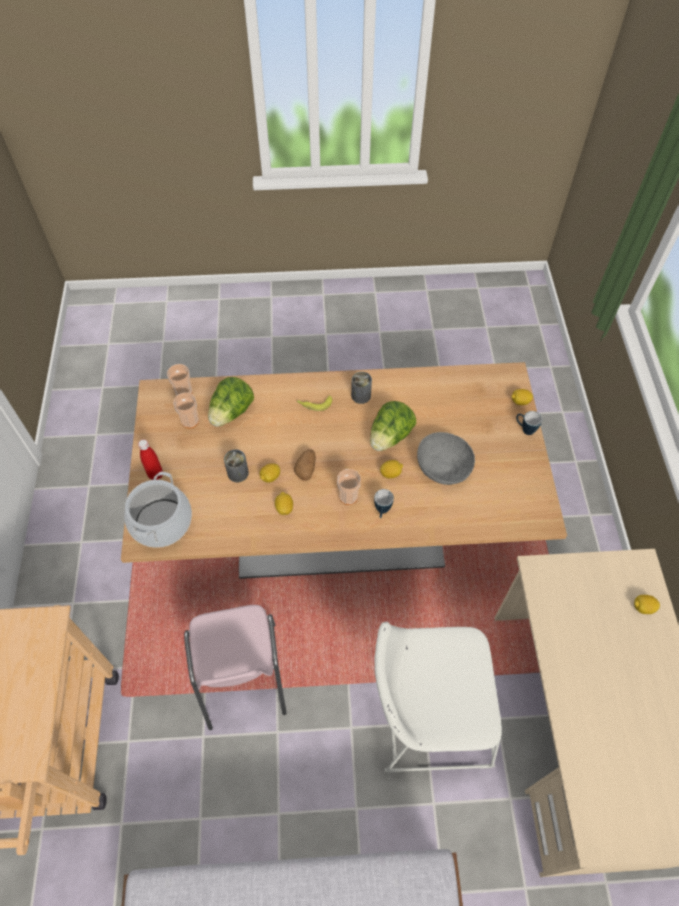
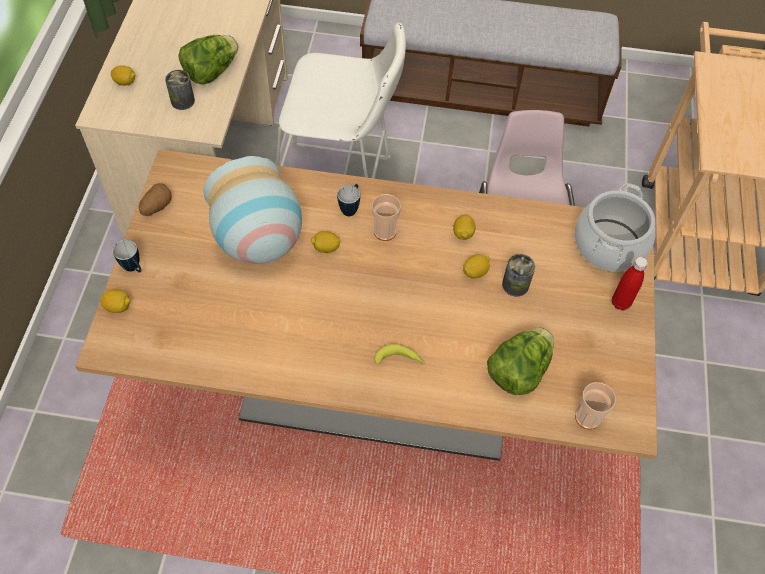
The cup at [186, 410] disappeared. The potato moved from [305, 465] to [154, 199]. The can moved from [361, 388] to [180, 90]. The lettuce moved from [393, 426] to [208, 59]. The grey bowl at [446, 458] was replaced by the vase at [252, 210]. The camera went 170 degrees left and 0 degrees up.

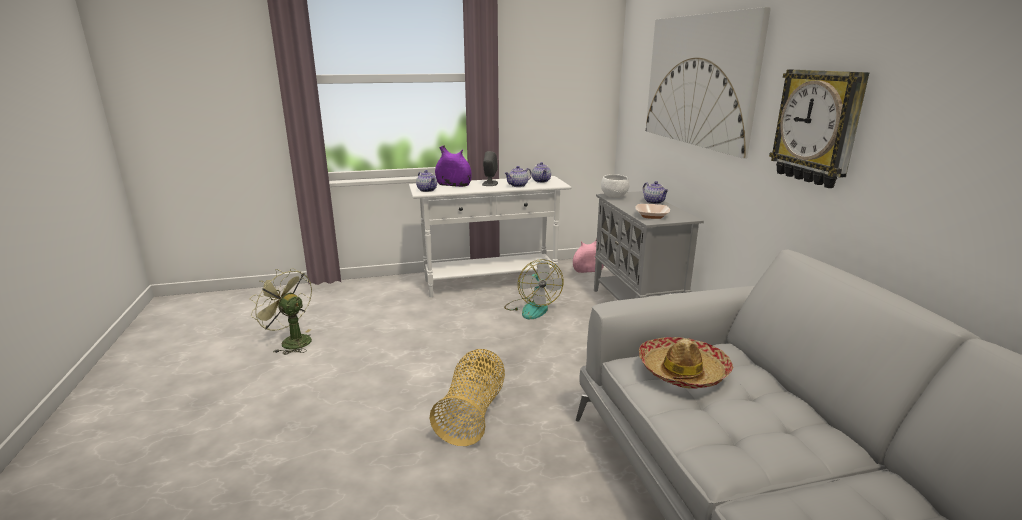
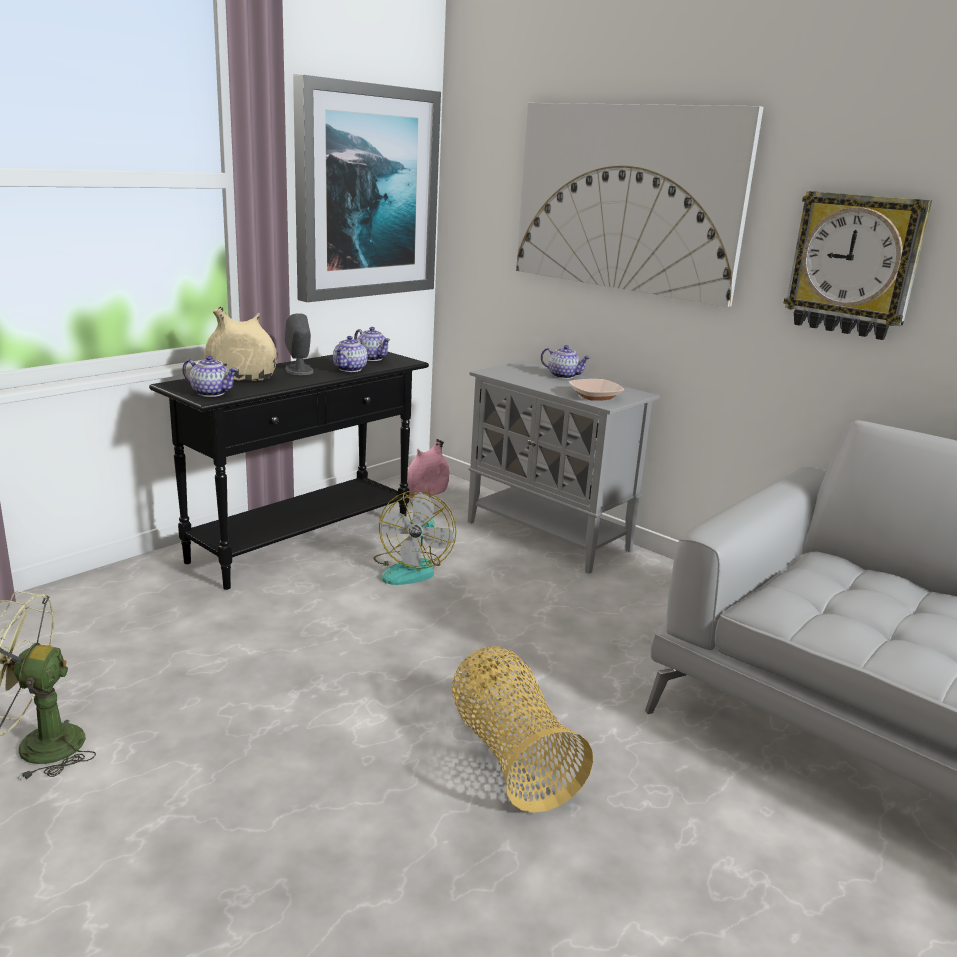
The white bowl at [615, 186] disappeared. The hat at [686, 363] disappeared. The picture at [367, 188] appeared. The white console table at [490, 236] became the black console table at [289, 471]. The purple vase at [453, 166] became the beige vase at [240, 344]. The fan at [533, 289] turned 60 degrees clockwise. The camera went 35 degrees left and 0 degrees up.

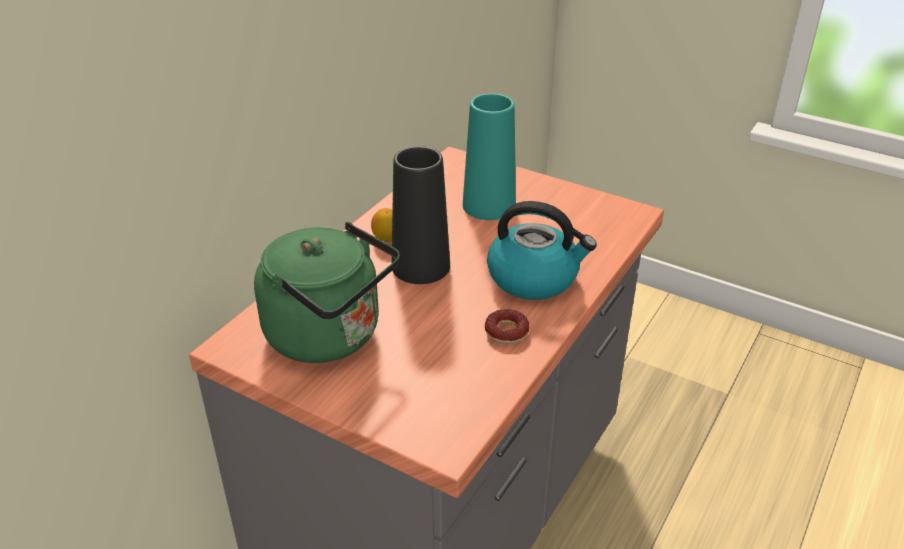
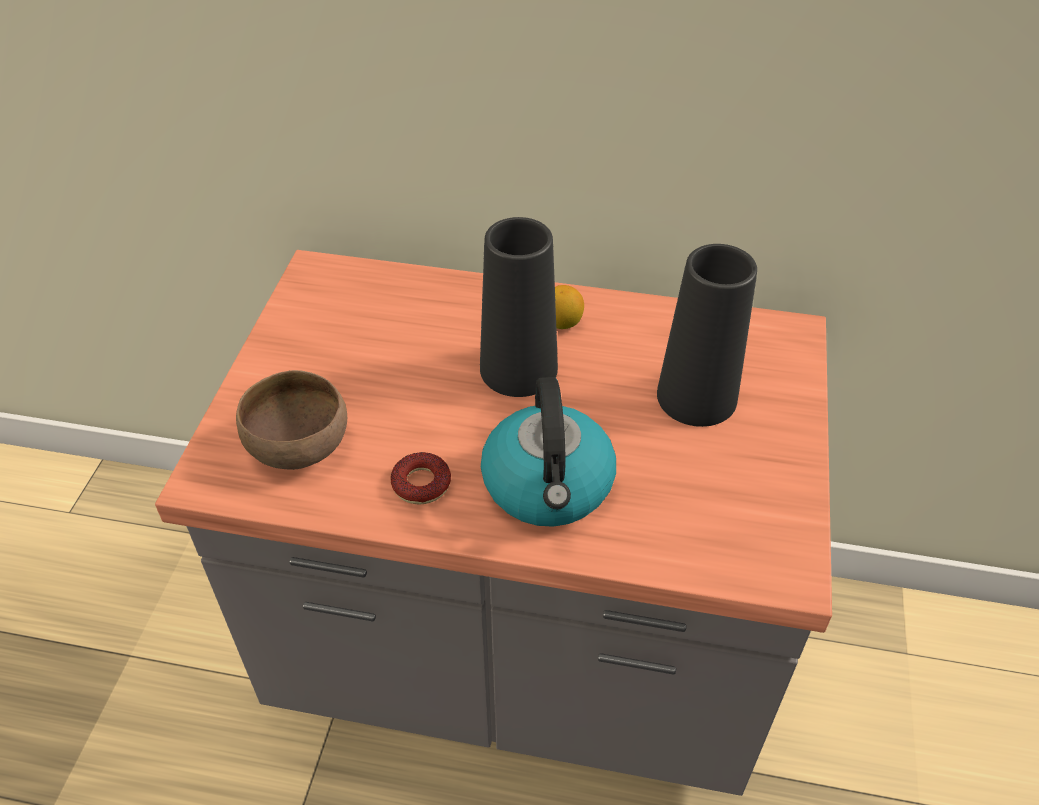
The green kettle at [327, 292] disappeared. The brown bowl at [291, 420] appeared. The turquoise vase at [489, 157] became the black vase at [707, 335]. The camera went 70 degrees right and 10 degrees up.

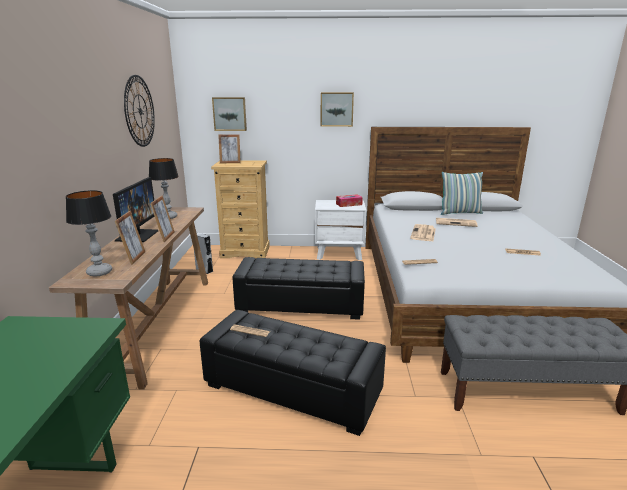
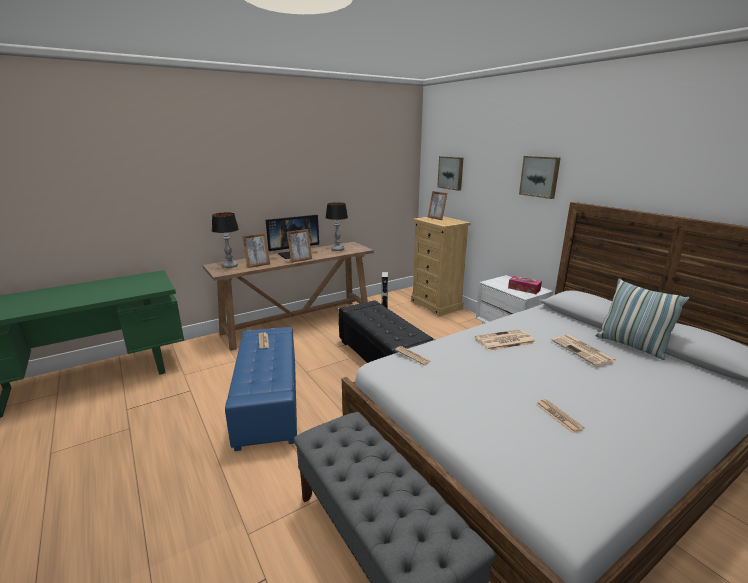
The wall clock at [139, 111] disappeared. The black ottoman at [293, 373] became the blue ottoman at [261, 389]. The camera went 55 degrees right and 0 degrees up.

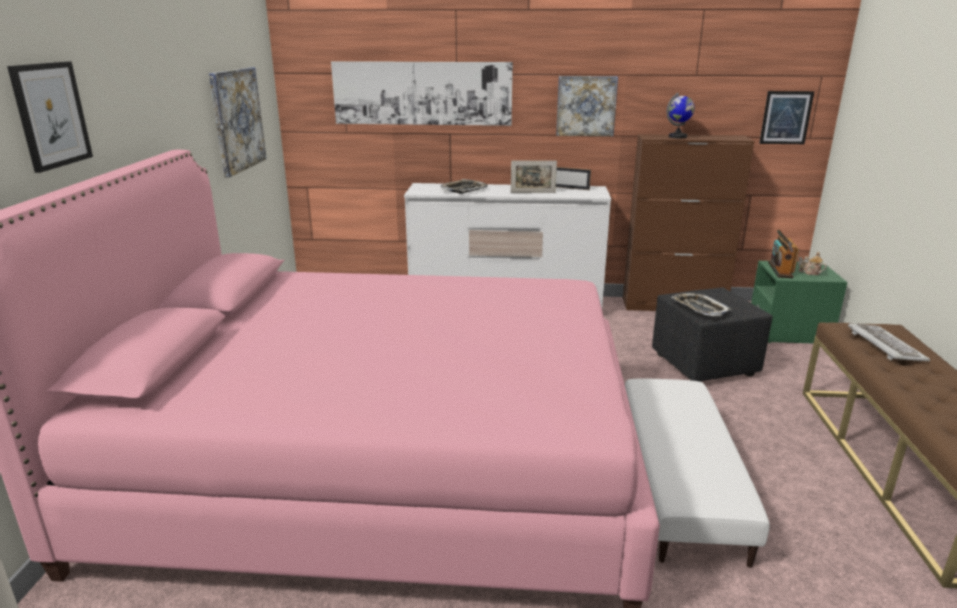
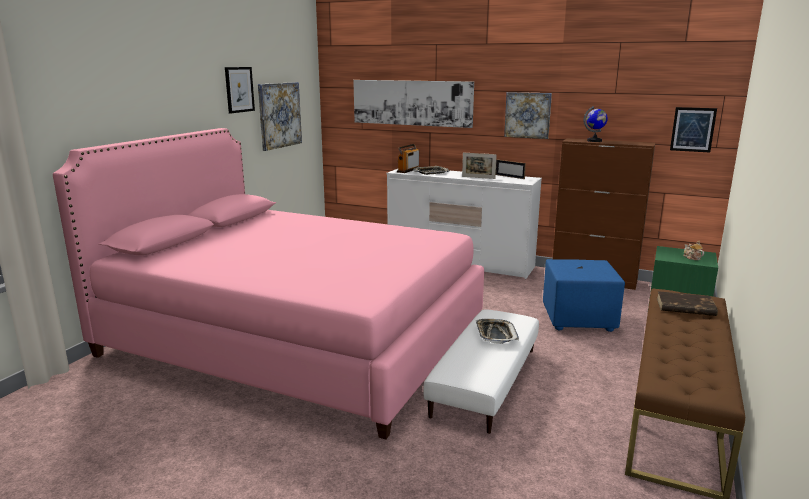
The picture moved from [50, 117] to [240, 90]. The tray moved from [701, 304] to [497, 331]. The radio moved from [783, 254] to [408, 158]. The keyboard at [889, 342] was replaced by the brown book at [687, 303]. The black ottoman at [712, 334] became the blue ottoman at [584, 295]. The camera went 20 degrees right and 5 degrees down.

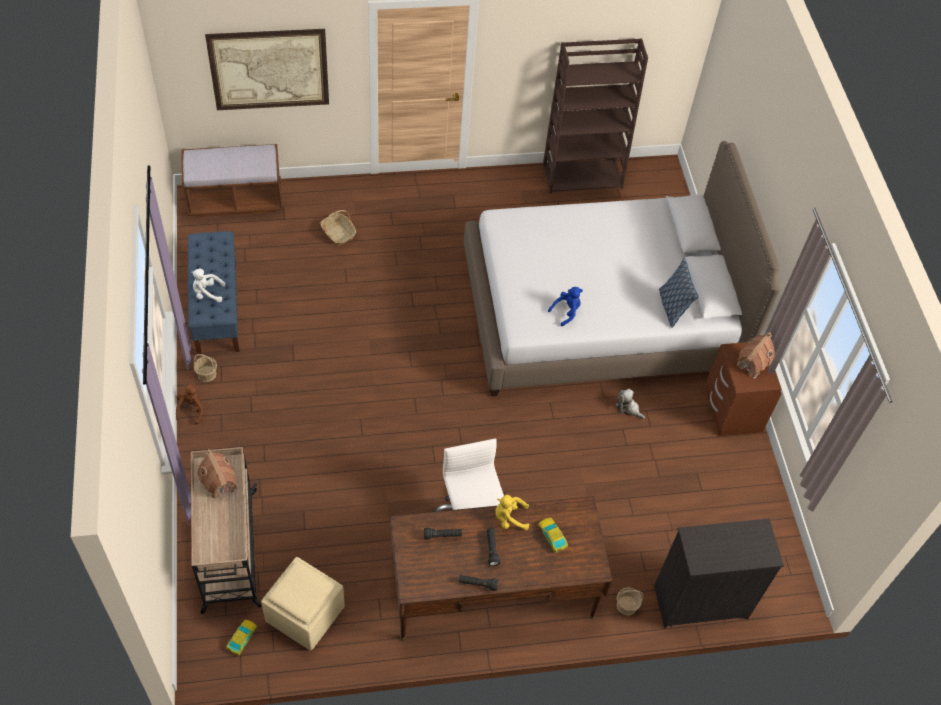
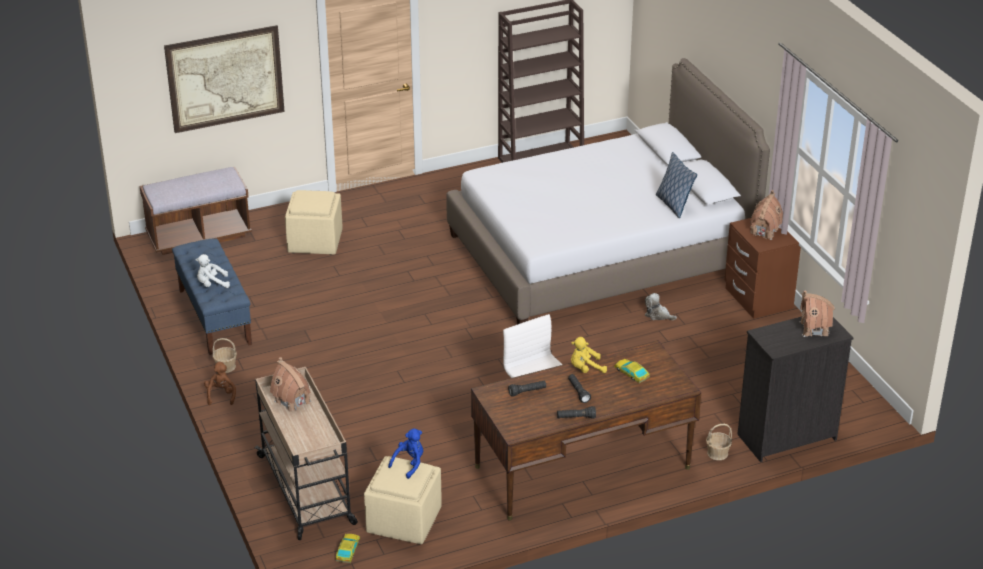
The toy house at [817, 314] appeared. The blue plush toy moved from [565, 306] to [405, 454]. The basket at [338, 228] was replaced by the beige ottoman at [314, 222]. The camera went 10 degrees left and 20 degrees down.

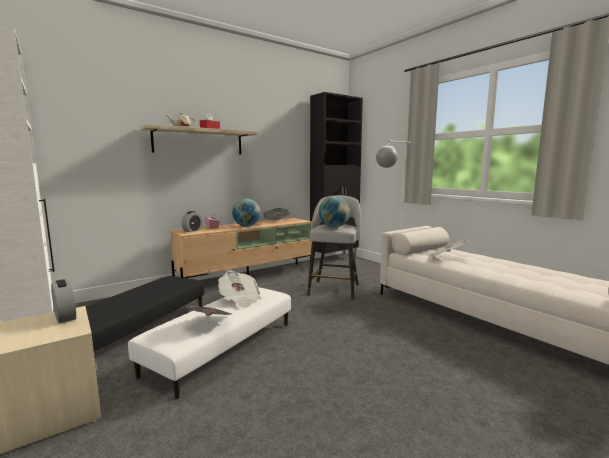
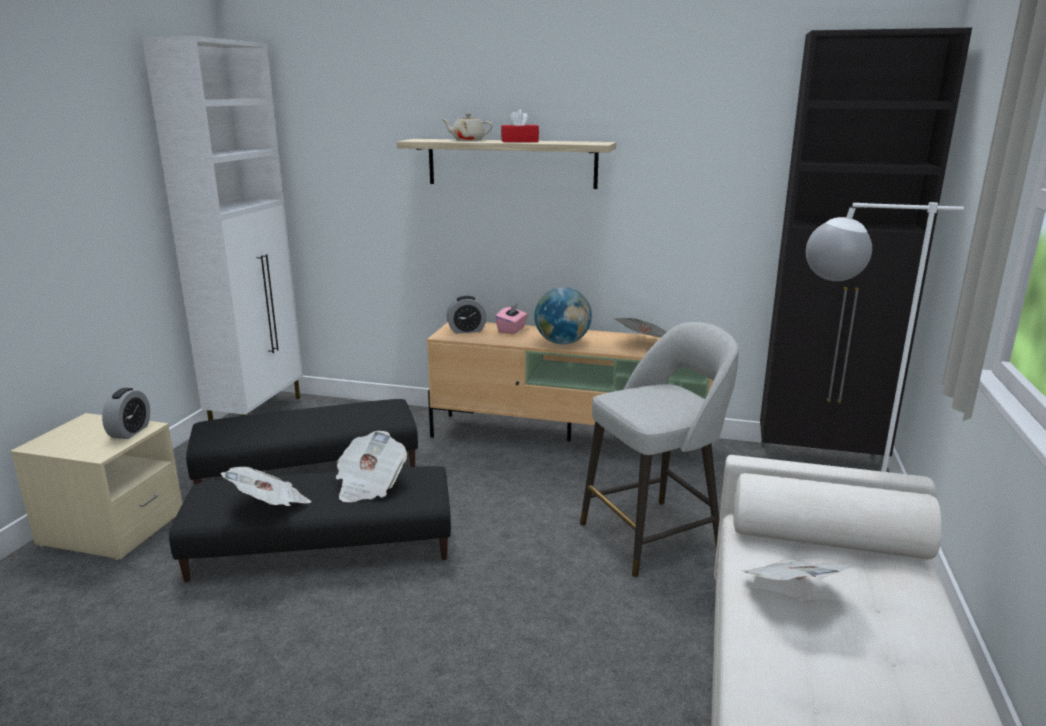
The globe at [334, 212] disappeared. The white ottoman at [209, 343] became the black ottoman at [310, 524]. The camera went 50 degrees right and 10 degrees up.

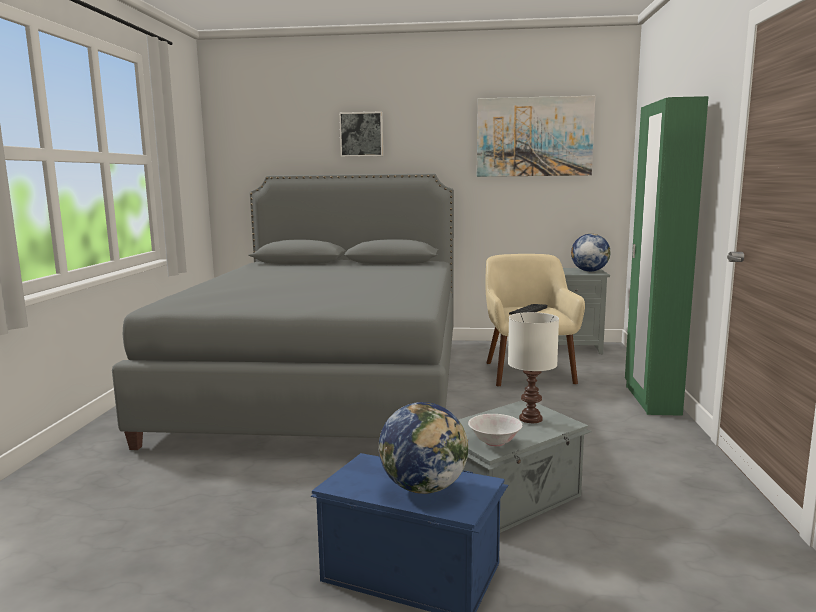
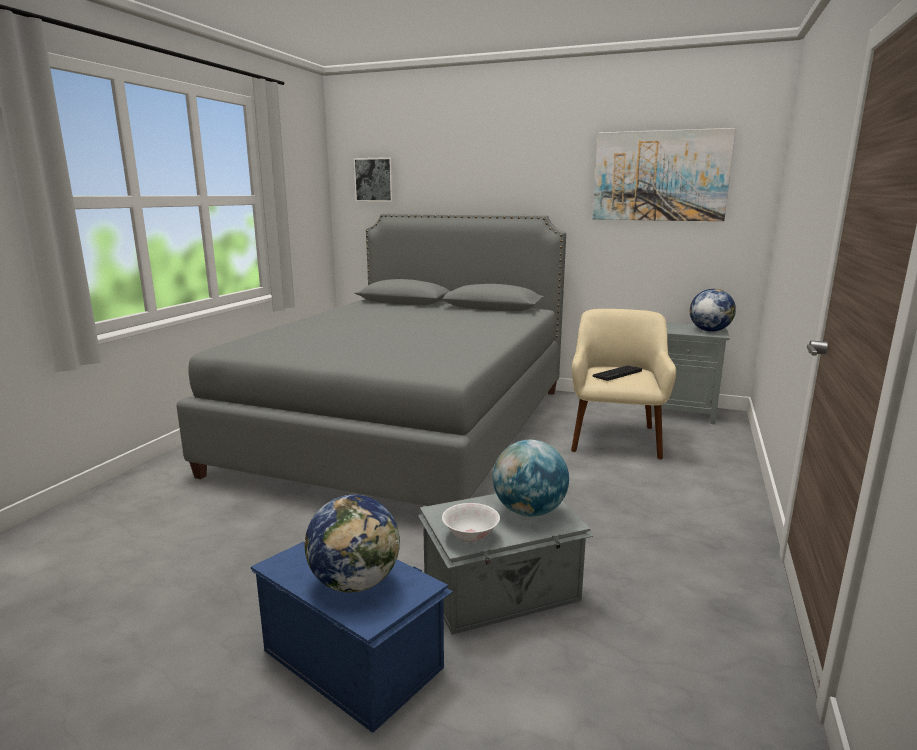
The green wardrobe at [667, 256] disappeared. The picture moved from [361, 134] to [373, 179]. The white table lamp at [533, 367] was replaced by the globe at [531, 478]. The camera went 15 degrees right and 5 degrees up.

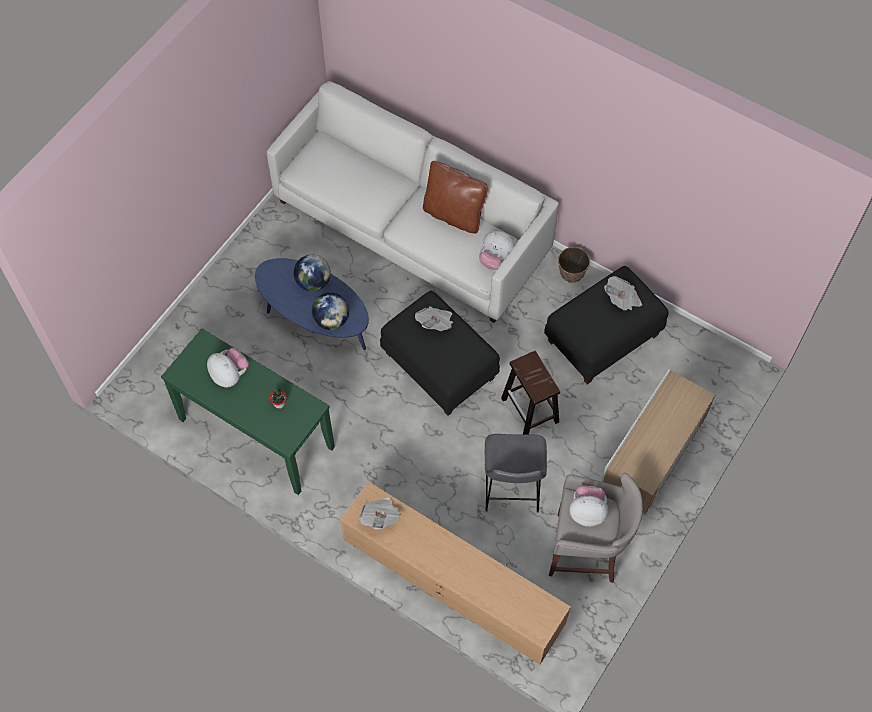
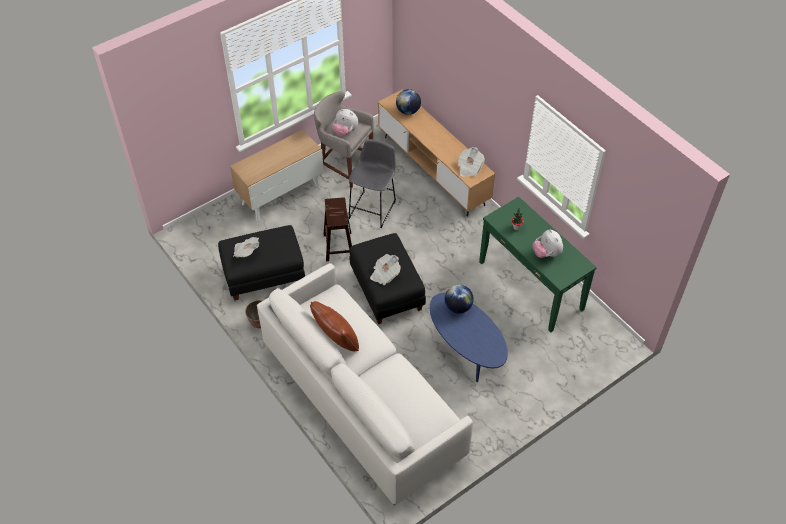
The plush toy at [497, 250] disappeared. The globe moved from [312, 273] to [408, 102]. The camera went 160 degrees left and 10 degrees down.

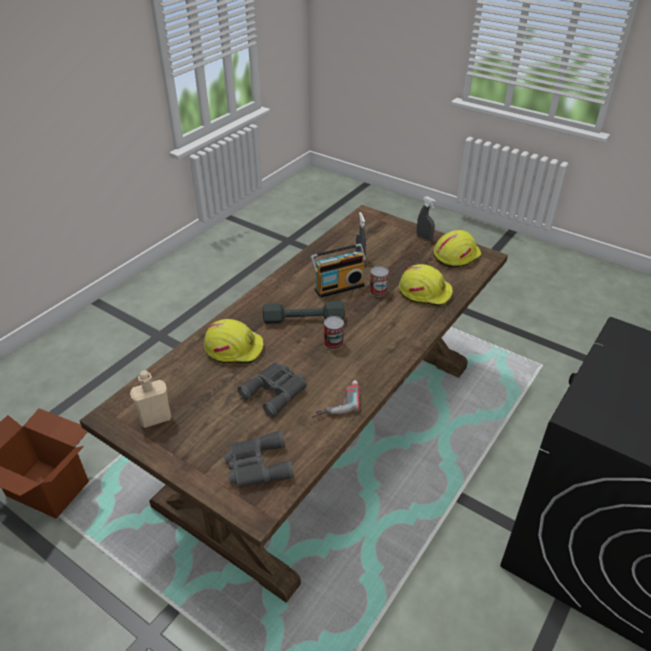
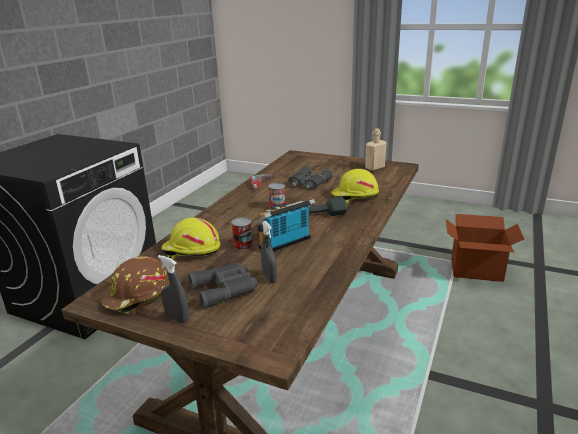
The grey binoculars moved from [259, 459] to [223, 285]. The yellow hard hat at [458, 249] became the brown hard hat at [135, 285]. The camera went 170 degrees right and 15 degrees down.

